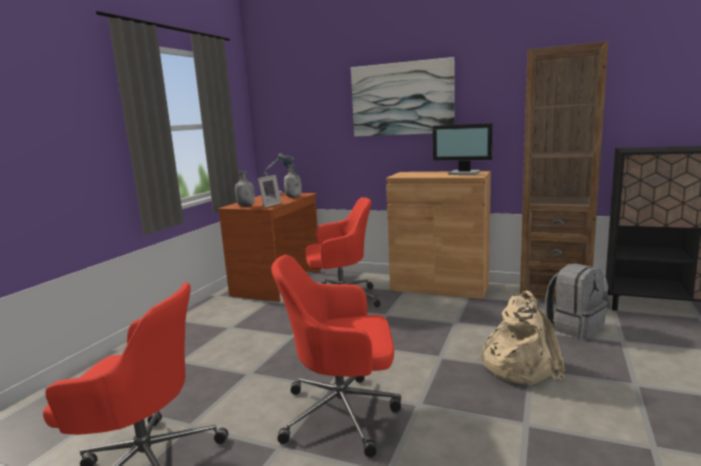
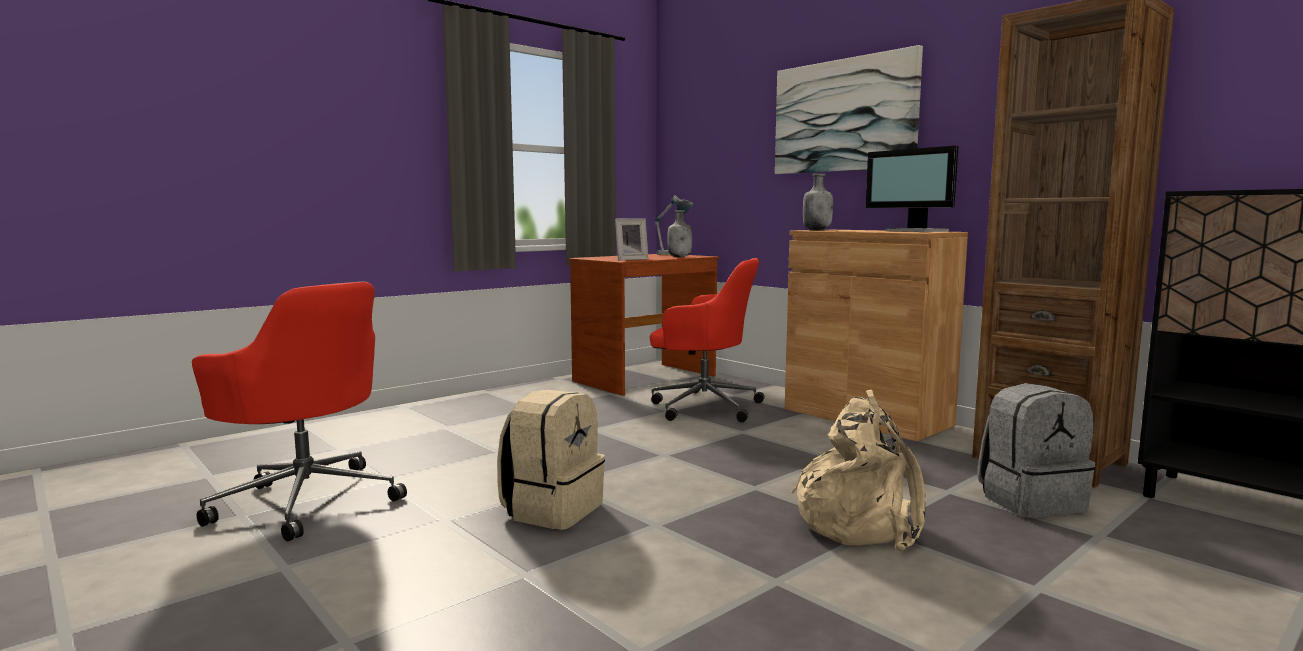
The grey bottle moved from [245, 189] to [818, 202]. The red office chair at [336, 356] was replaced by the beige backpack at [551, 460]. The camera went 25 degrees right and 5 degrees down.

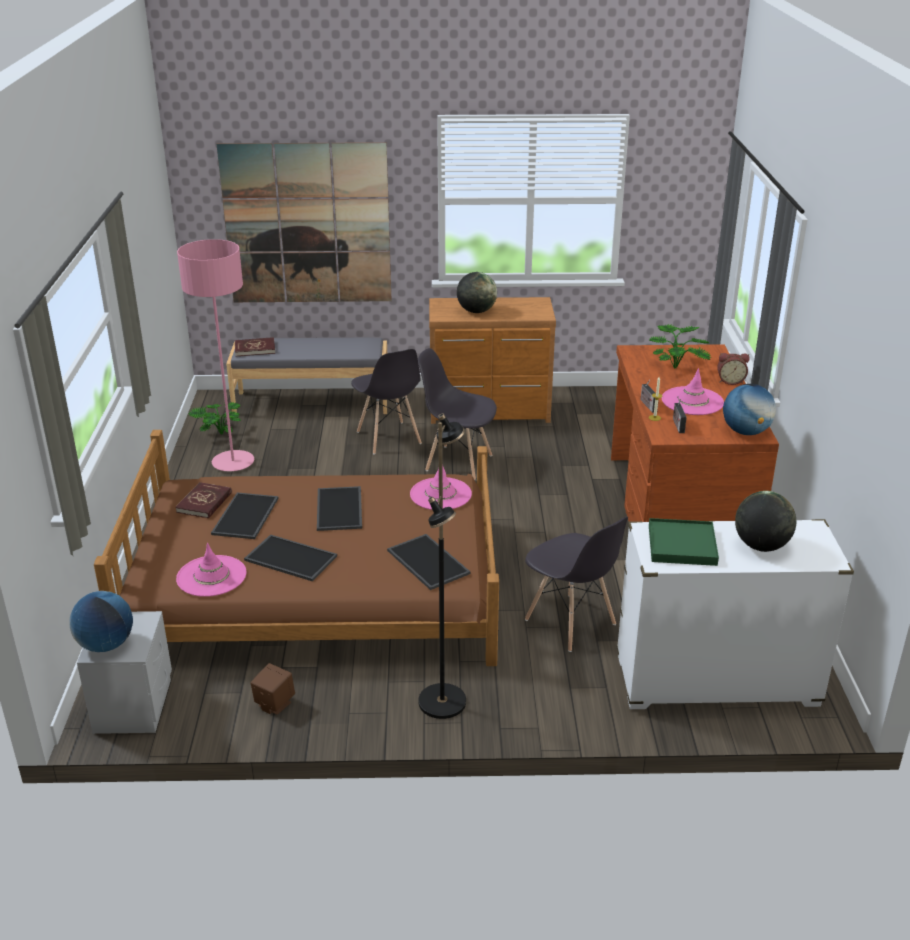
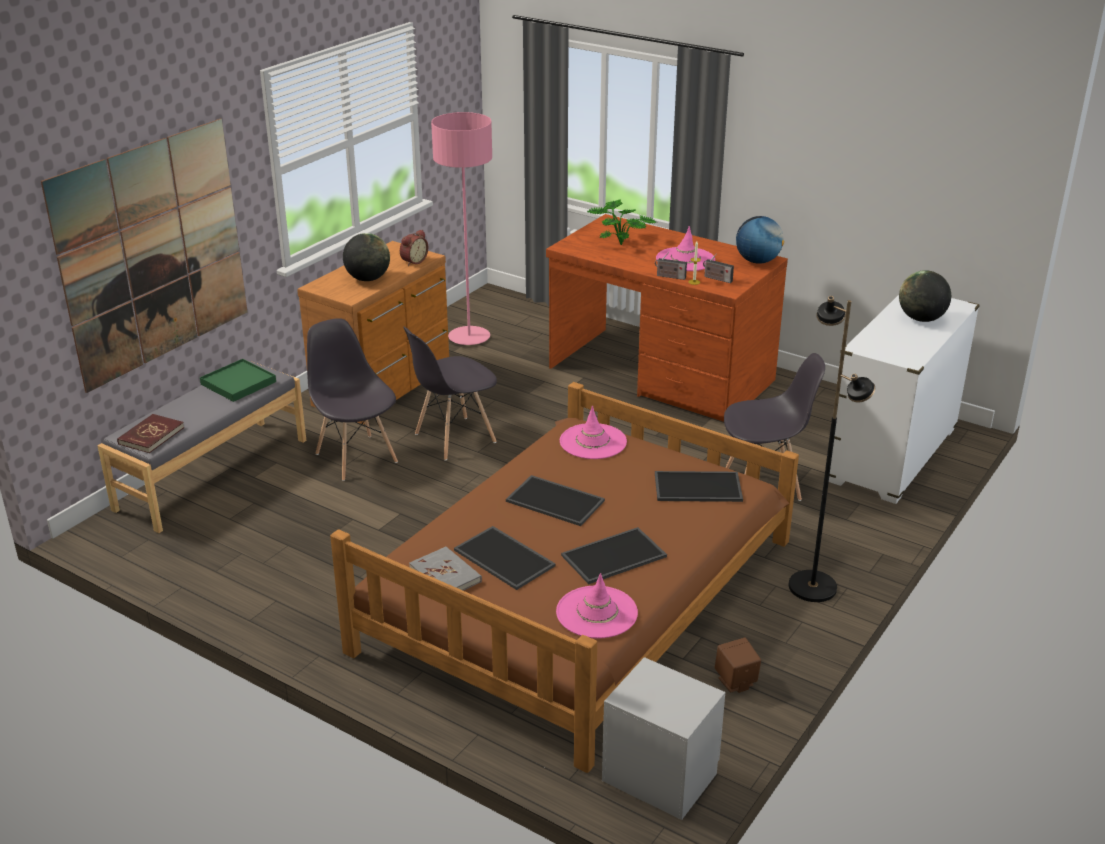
The globe at [101, 621] disappeared. The potted plant at [214, 418] disappeared. The pink floor lamp moved from [215, 355] to [461, 228]. The green tray moved from [684, 542] to [238, 380]. The alarm clock moved from [733, 369] to [414, 248]. The red book at [203, 500] became the grey book at [445, 568]. The grey chair at [386, 401] turned 135 degrees counterclockwise. The camera went 55 degrees left and 0 degrees up.

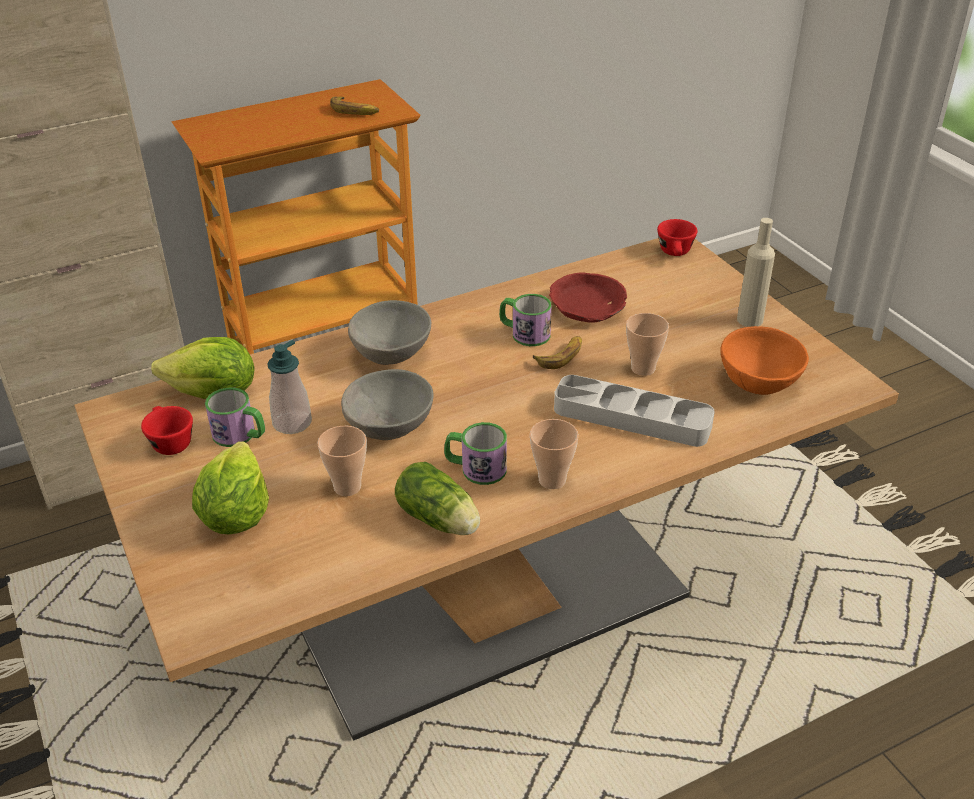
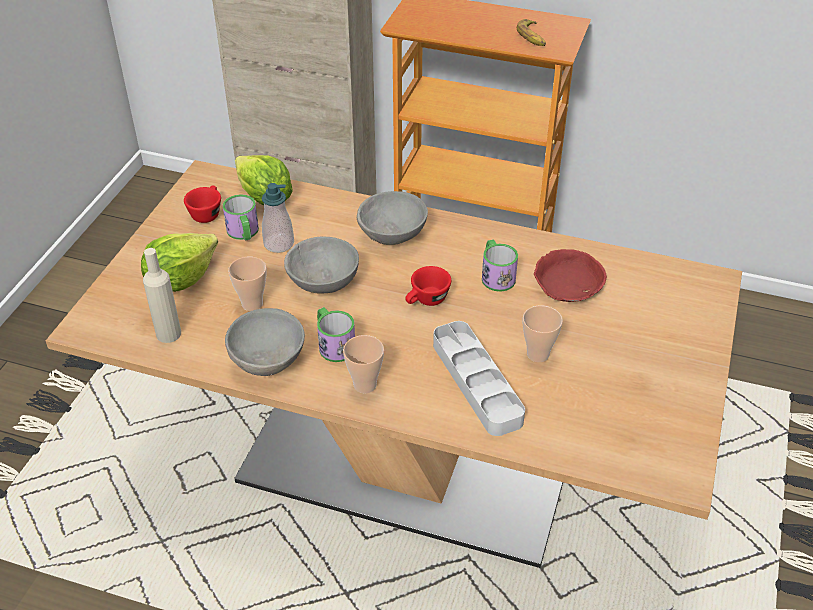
The banana at [557, 352] disappeared. The orange bowl at [764, 360] disappeared. The red cup moved from [677, 237] to [428, 286]. The beige bottle moved from [756, 272] to [162, 295]. The lettuce at [437, 498] was replaced by the grey bowl at [265, 342]. The camera went 45 degrees right and 5 degrees up.

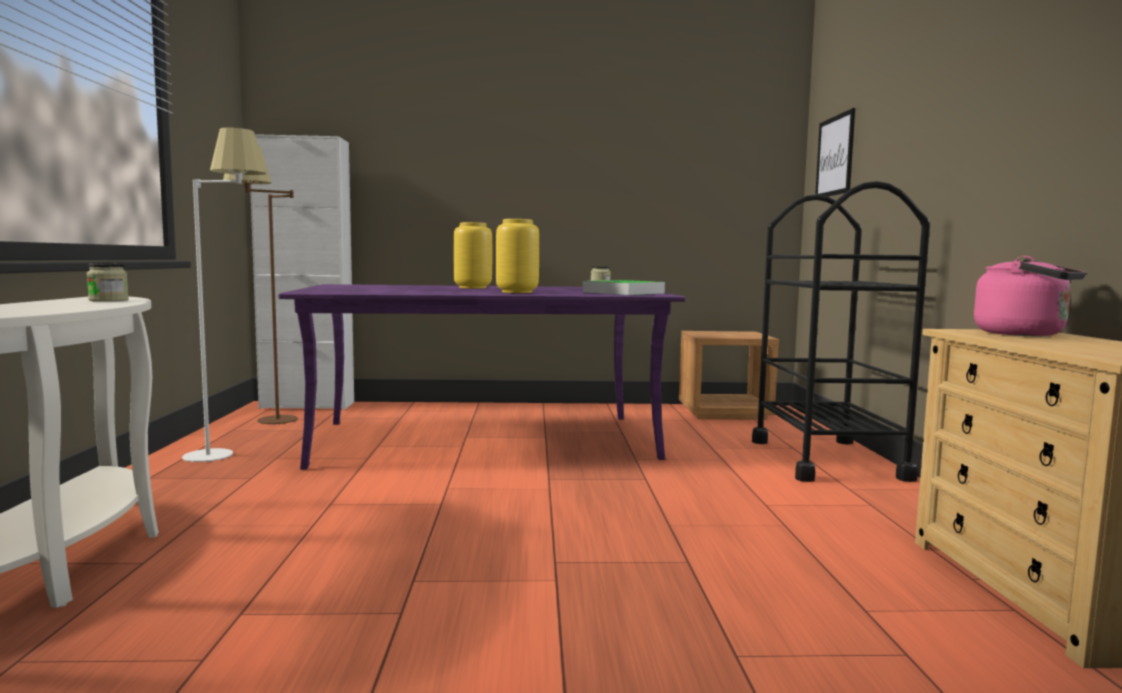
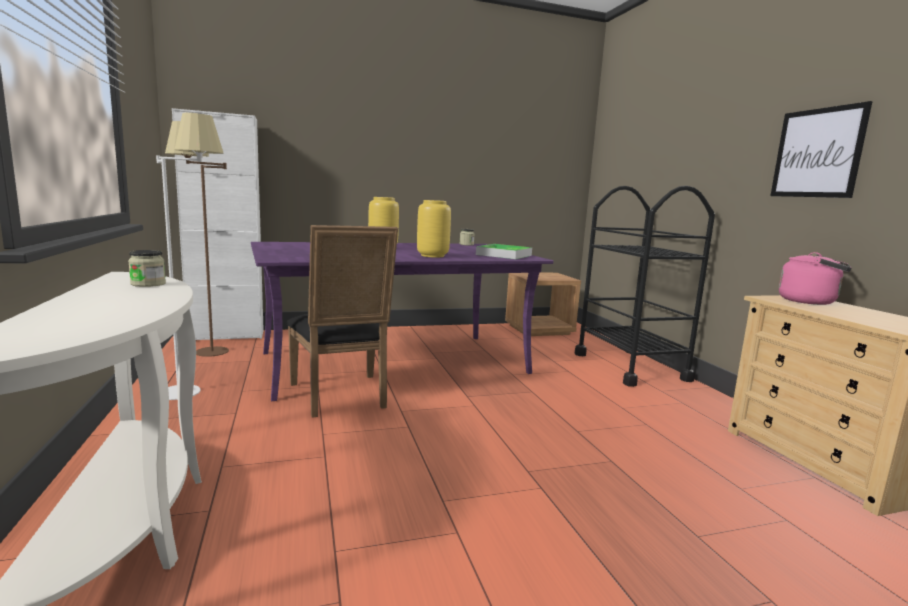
The black chair at [342, 321] appeared. The picture moved from [835, 152] to [821, 149]. The camera went 15 degrees left and 5 degrees up.

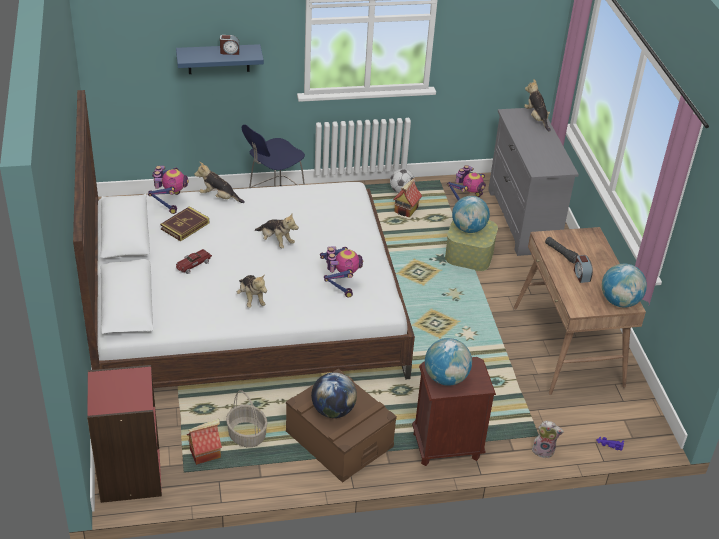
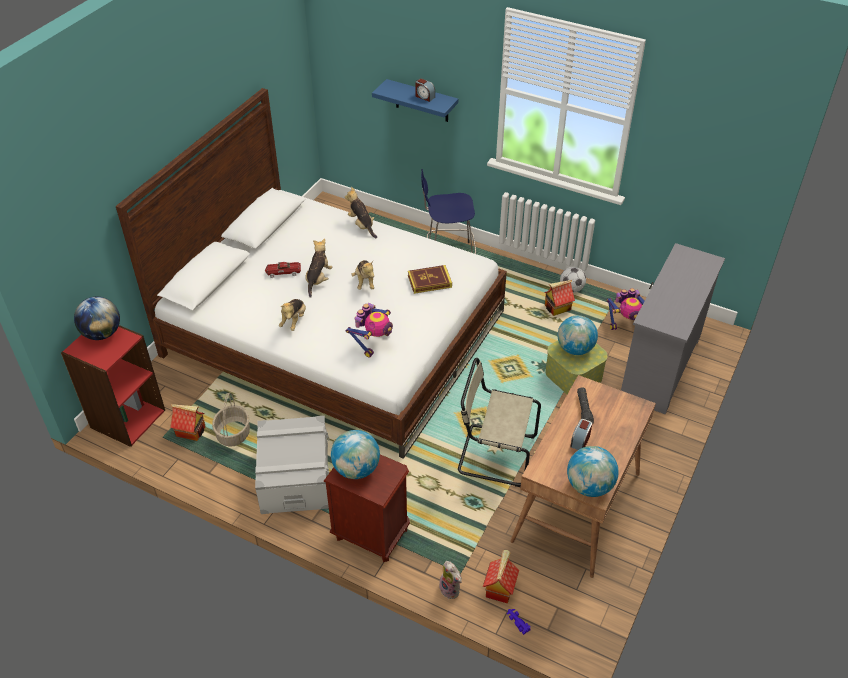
The toy robot at [168, 190] disappeared. The beige chair at [499, 422] appeared. The toy house at [501, 576] appeared. The book moved from [184, 223] to [430, 279]. The globe moved from [334, 395] to [97, 318]. The plush toy moved from [537, 105] to [318, 268]. The brown storage box at [341, 426] became the grey storage box at [292, 465]. The camera went 40 degrees right and 5 degrees up.

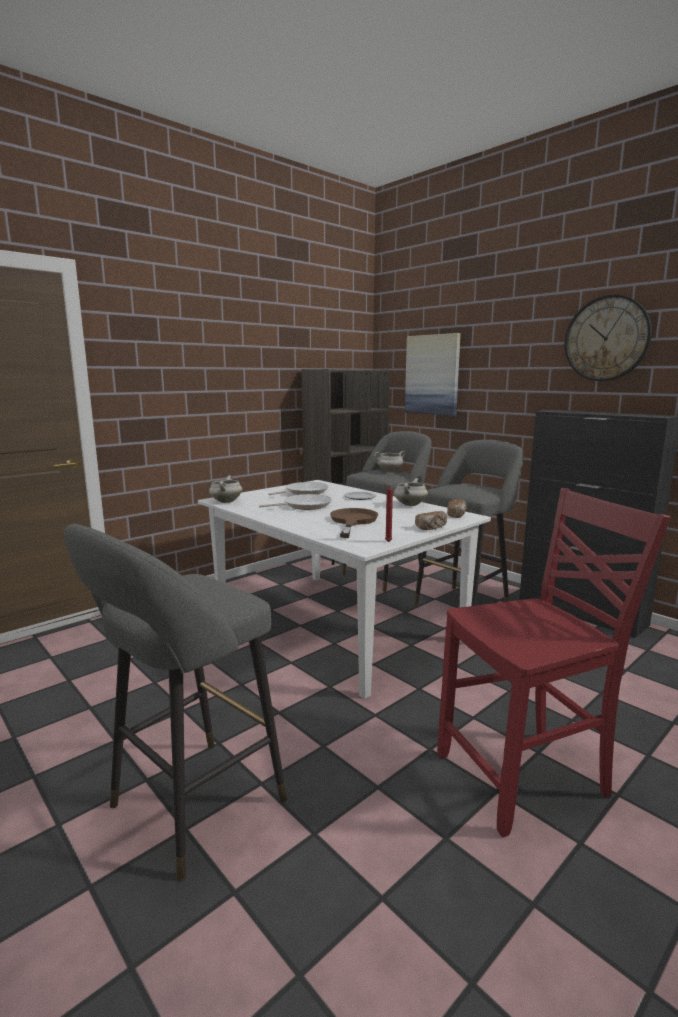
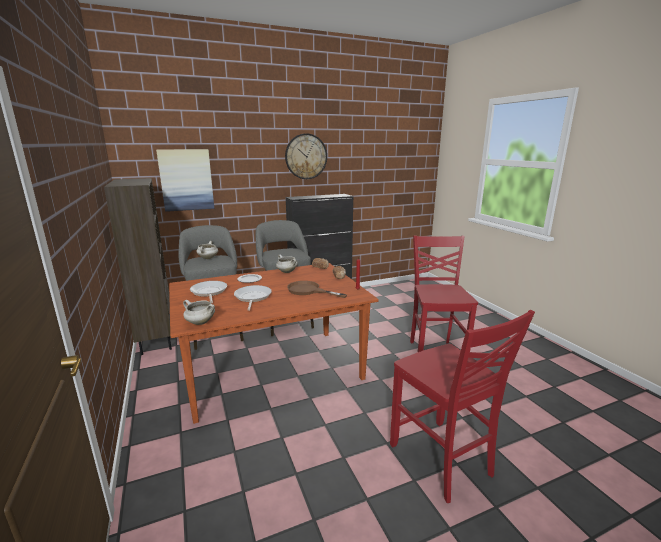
The grey stool at [175, 702] was replaced by the red chair at [462, 406]. The white dining table at [344, 589] became the brown dining table at [274, 343]. The camera went 70 degrees left and 5 degrees up.

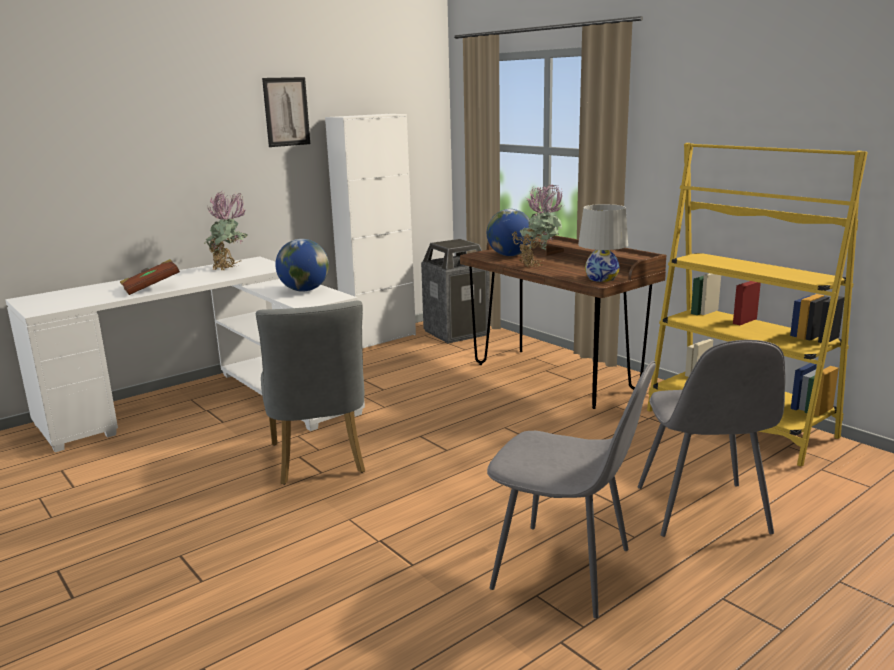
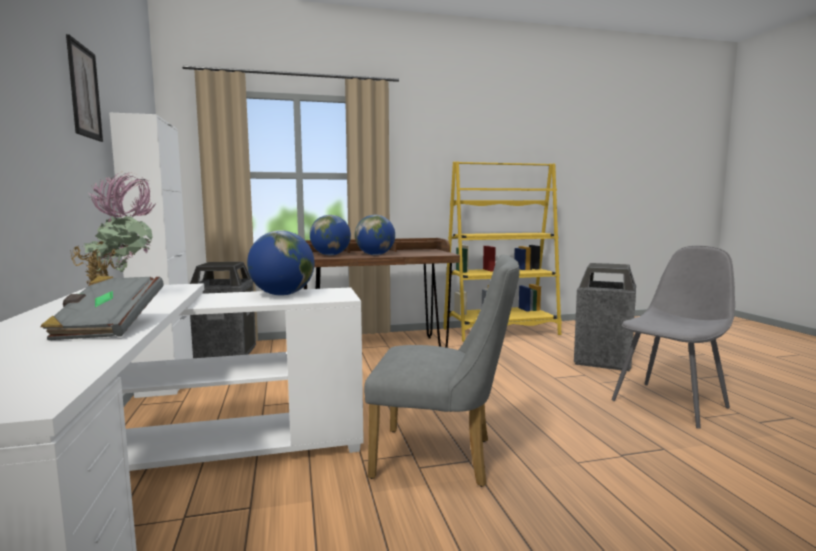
The white table lamp at [603, 243] disappeared. The potted plant at [537, 225] was replaced by the globe at [375, 235]. The grey chair at [711, 438] was replaced by the trash can at [605, 317]. The brown book at [150, 277] became the grey book at [102, 308]. The camera went 65 degrees left and 10 degrees down.

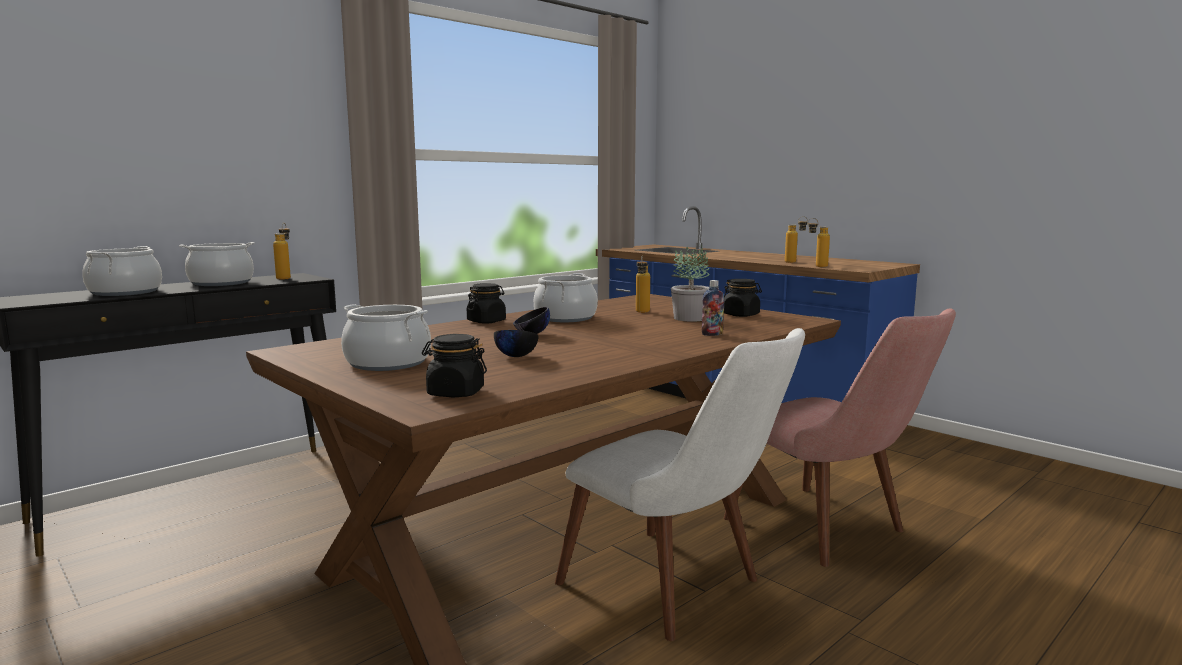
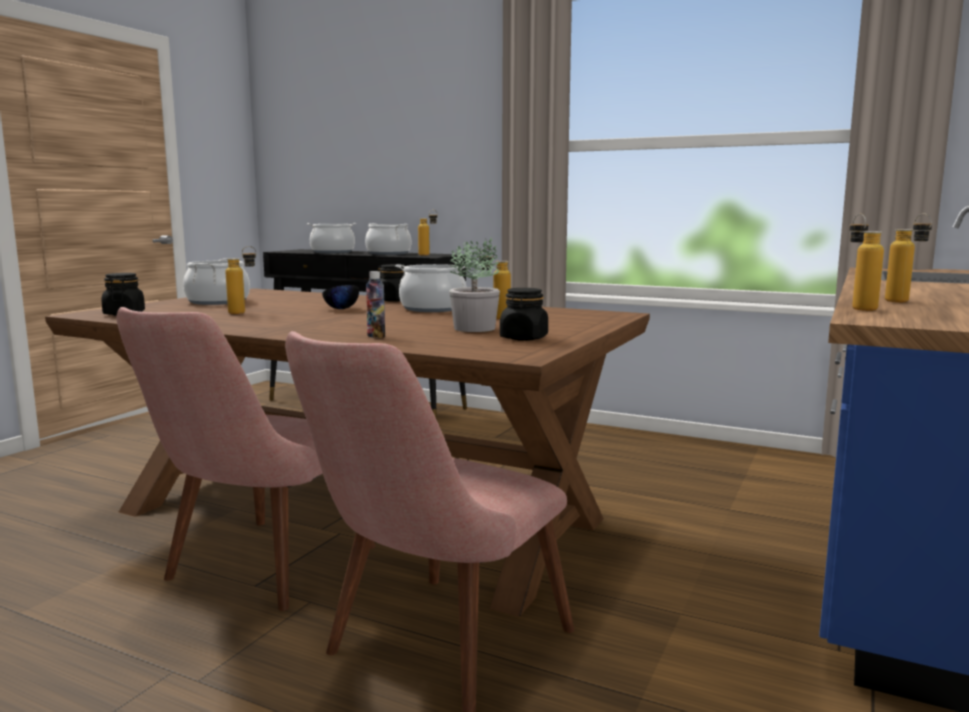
The black bowl at [516, 343] was replaced by the bottle at [241, 280]. The white chair at [680, 484] became the pink chair at [245, 459]. The camera went 70 degrees right and 0 degrees up.

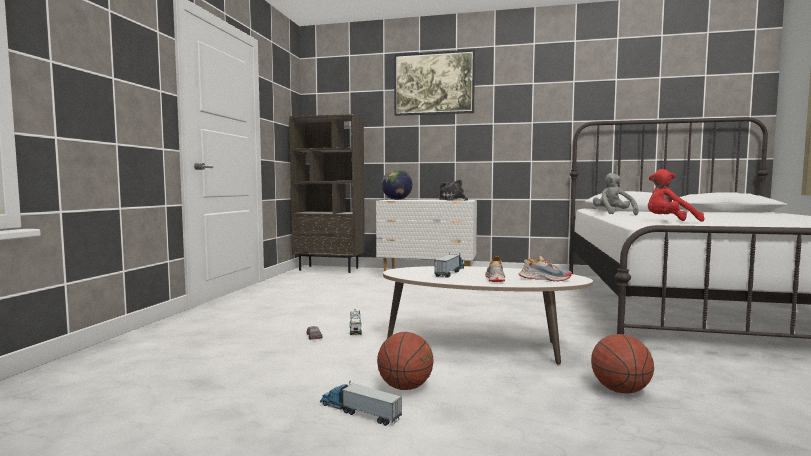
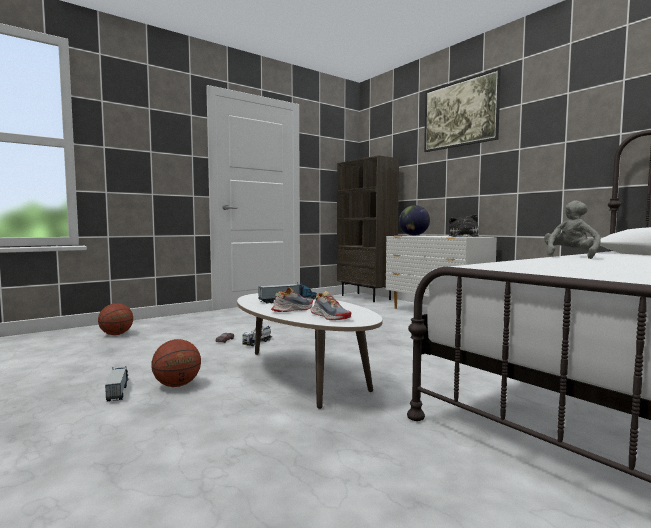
The red plush toy at [676, 195] disappeared. The basketball moved from [622, 364] to [115, 319]. The camera went 40 degrees right and 0 degrees up.

